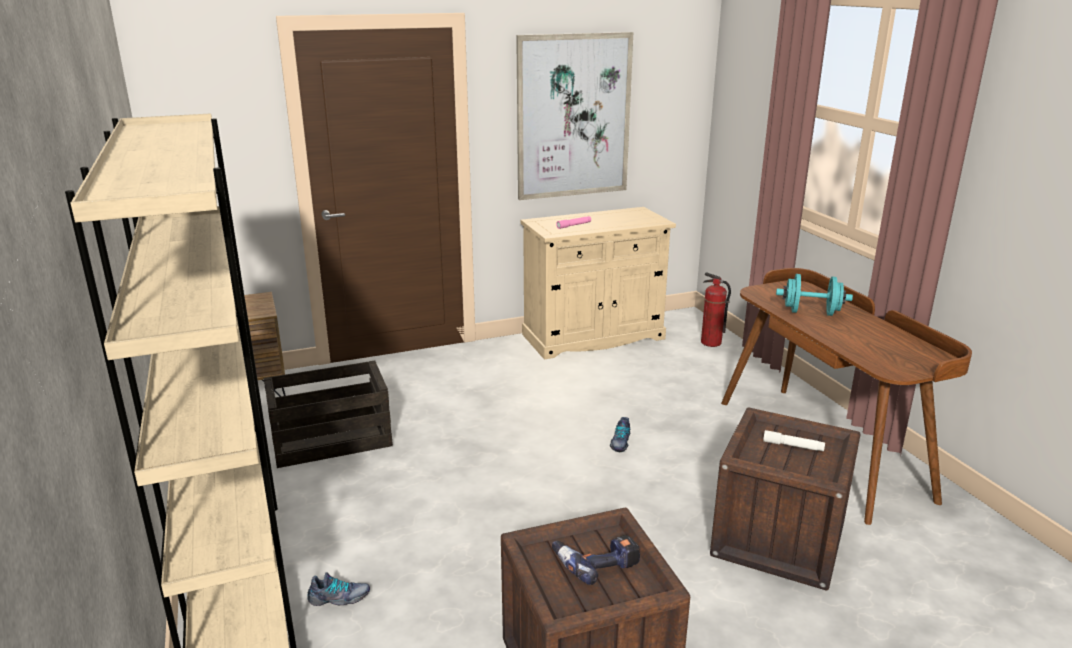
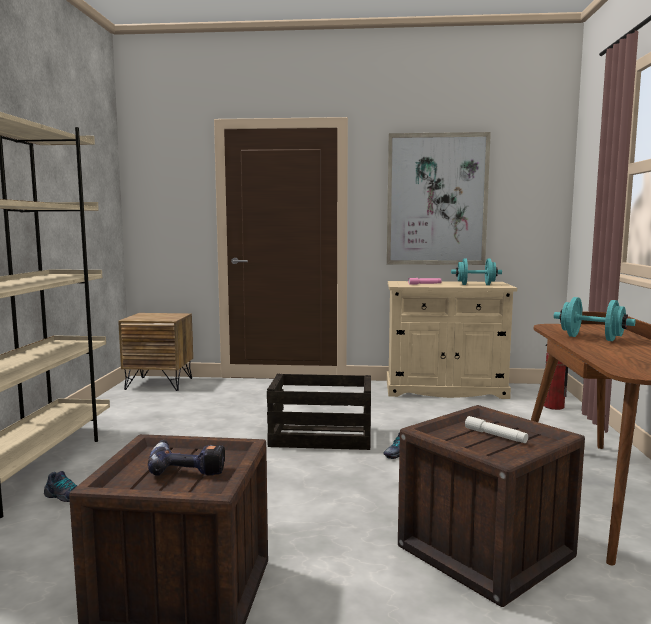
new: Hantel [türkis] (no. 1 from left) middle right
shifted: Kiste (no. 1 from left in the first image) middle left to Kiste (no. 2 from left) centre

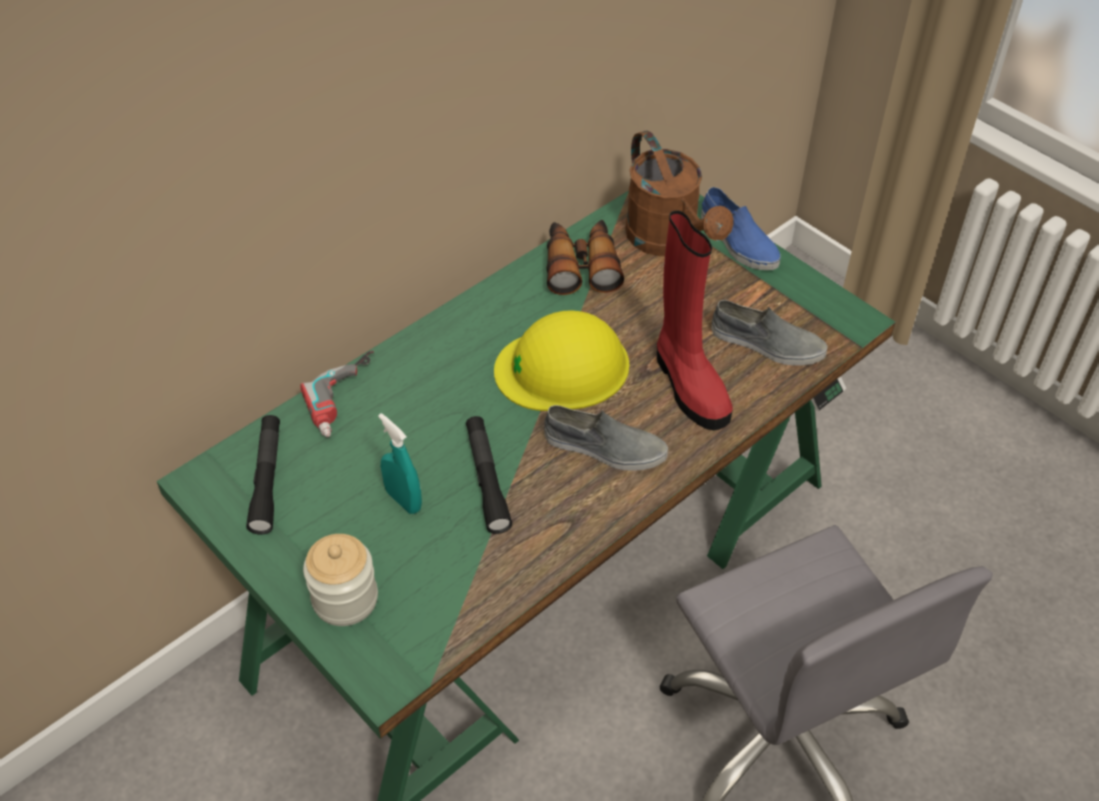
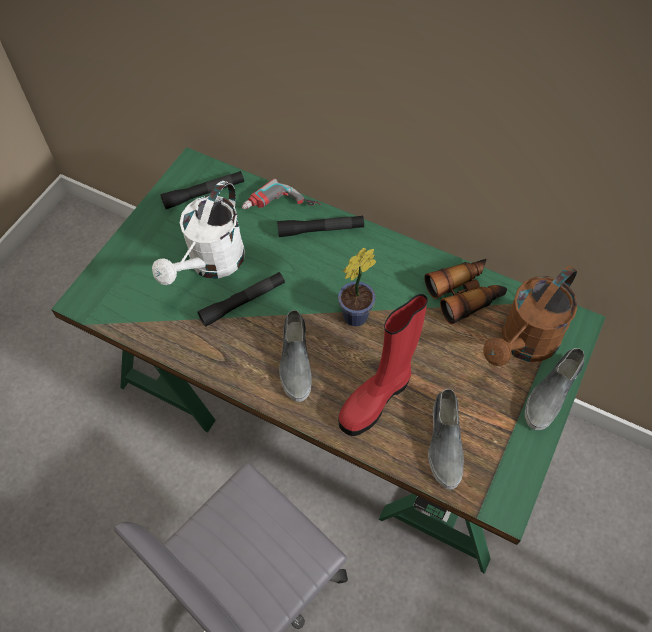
gone: Vorratsglas bottom left
new: Taschenlampe [schwarz] (no. 3 from left) centre
swapped: Sprühflasche [türkis] centre to Gießkanne [weiß] middle left; Schutzhelm [gelb] centre to Topfpflanze centre
repainted: Schuh [blau] top right to Schuh [grau] (no. 3 from left) middle right

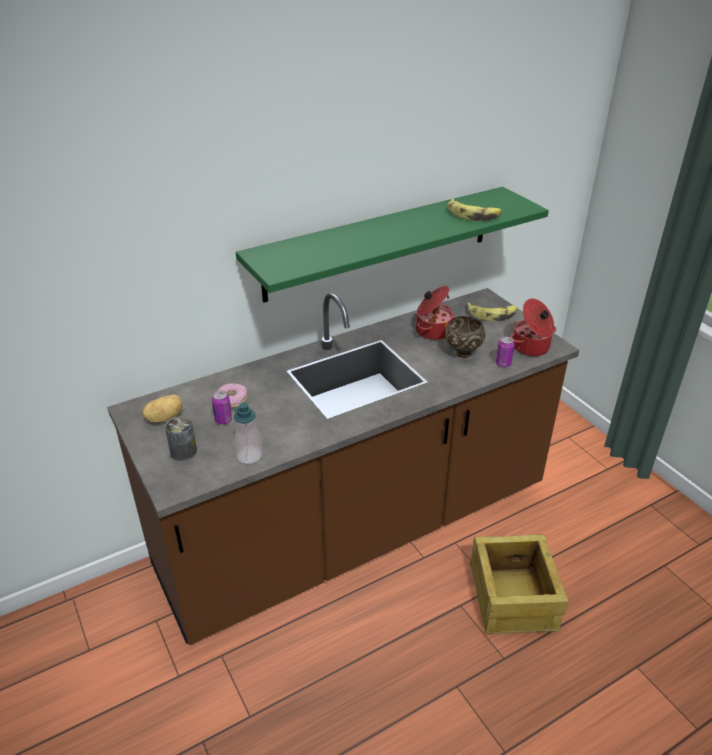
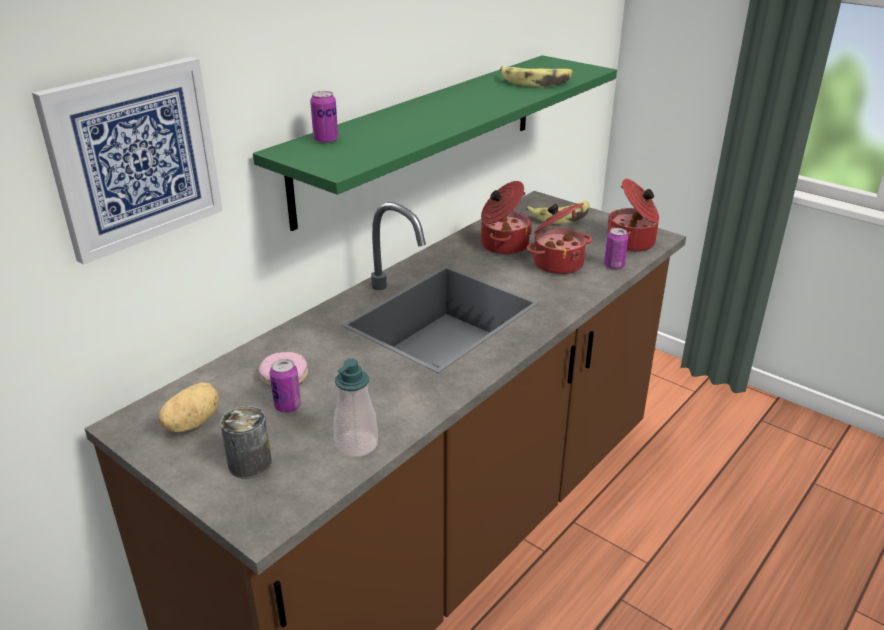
gone: Kiste bottom right
new: Bild top left; Dose (no. 3 from left) top centre
swapped: Schüssel [braun] centre to Kochtopf (no. 2 from left) centre

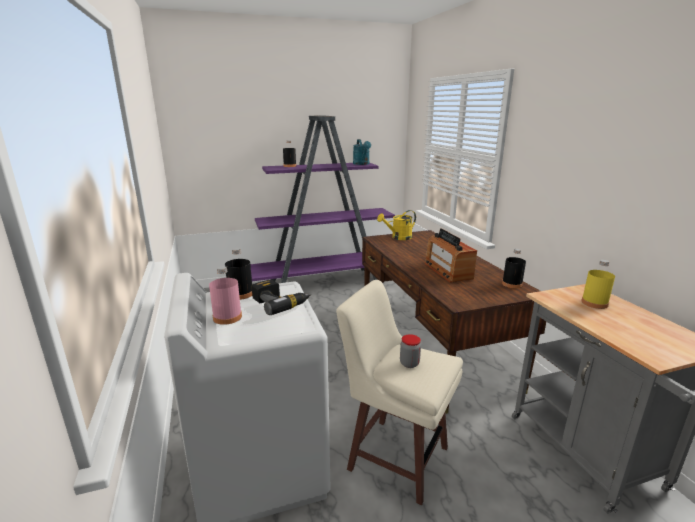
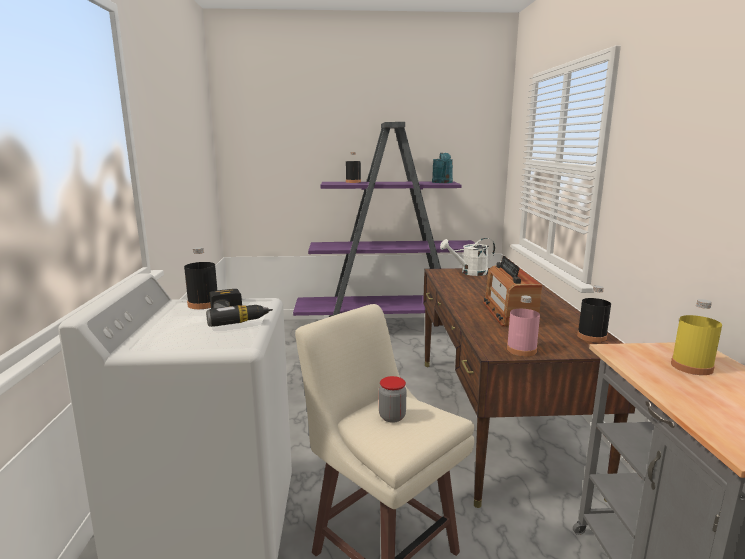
shifted: Flasche [rosa] middle left to middle right
repainted: Gießkanne [gelb] centre to Gießkanne [weiß] centre

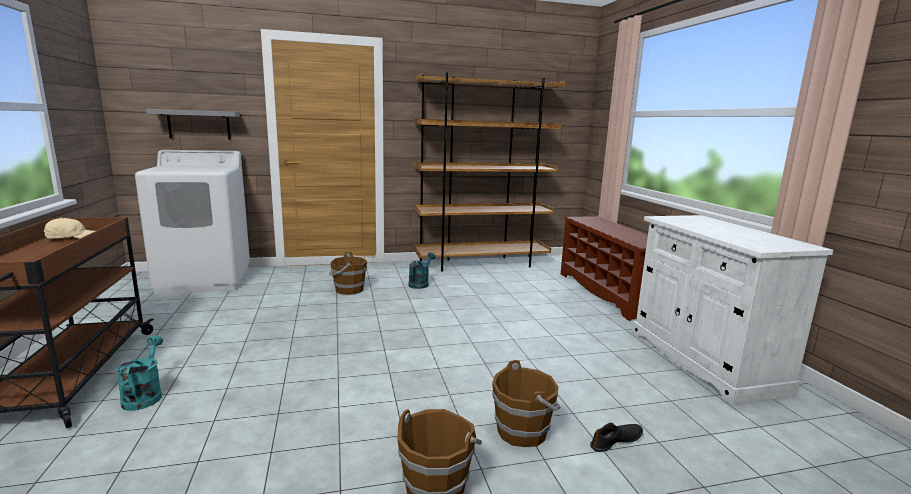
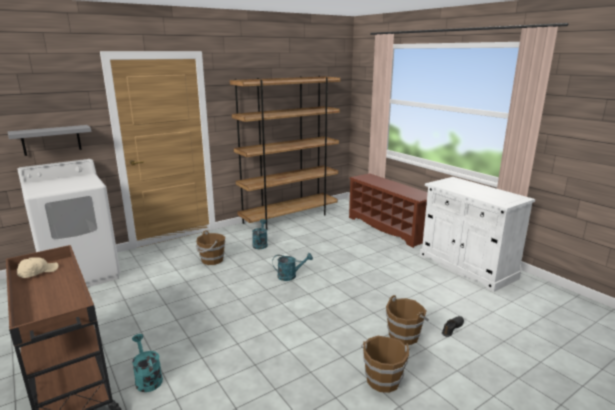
new: Gießkanne [türkis] (no. 3 from left) centre

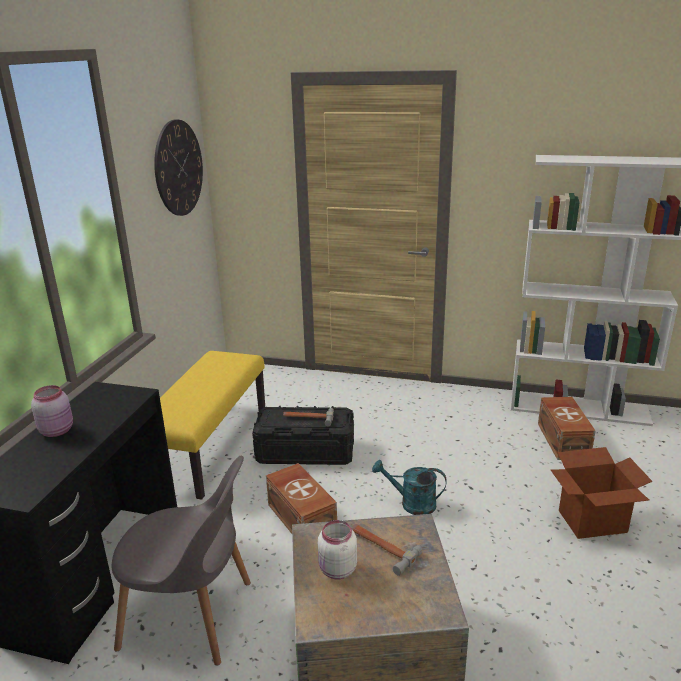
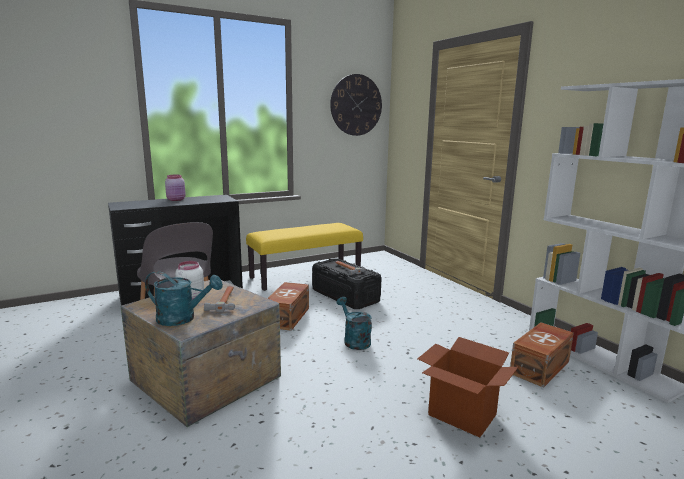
new: Gießkanne [türkis] (no. 1 from left) middle left

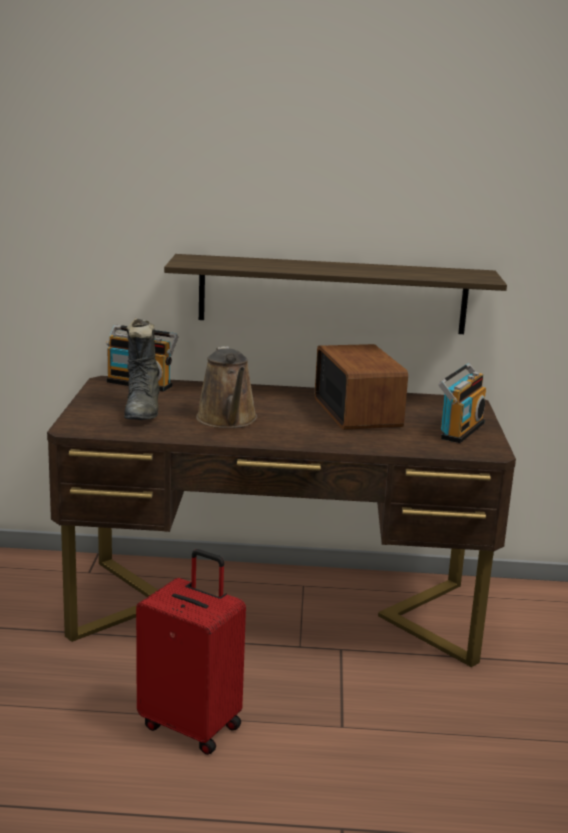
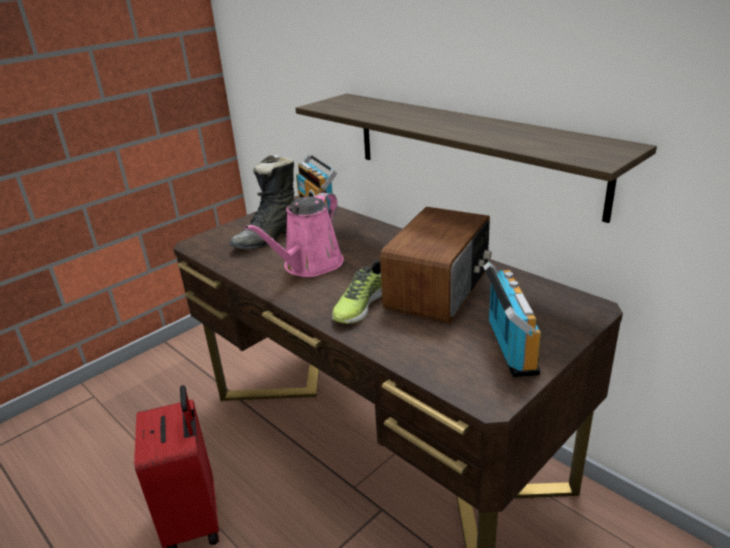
new: Schuh centre
repainted: Gießkanne [braun] centre to Gießkanne [rosa] centre
rotated: Radio (no. 3 from left) middle right = middle right 75 degrees counterclockwise

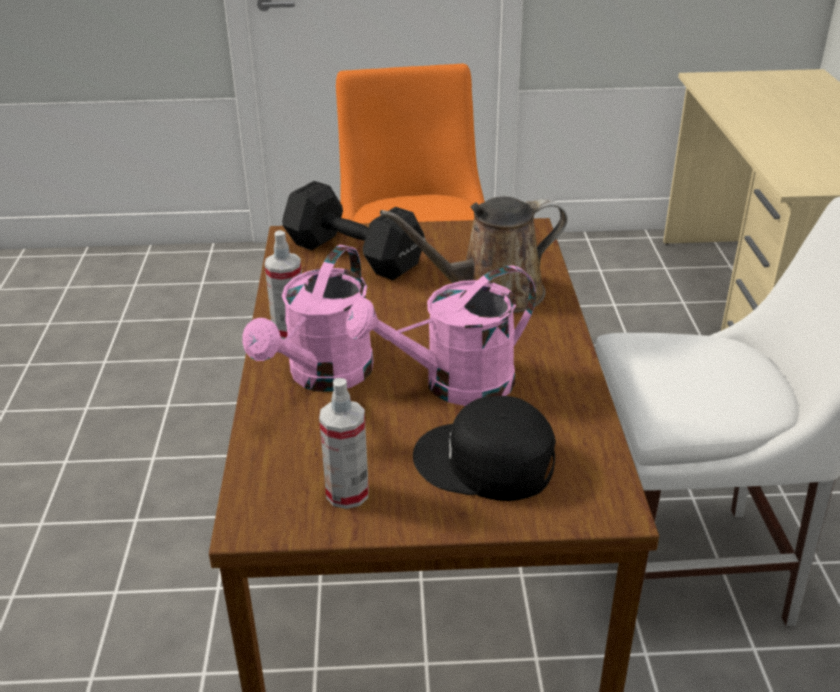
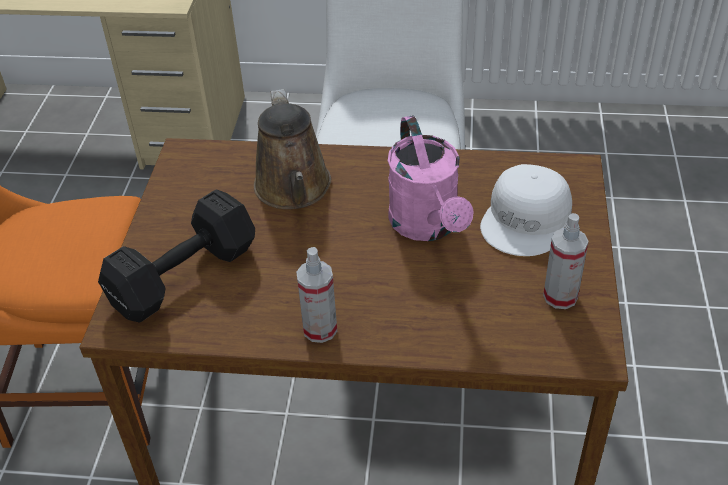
gone: Gießkanne [rosa] (no. 1 from left) centre
repainted: Kappe [schwarz] centre to Kappe [weiß] middle right

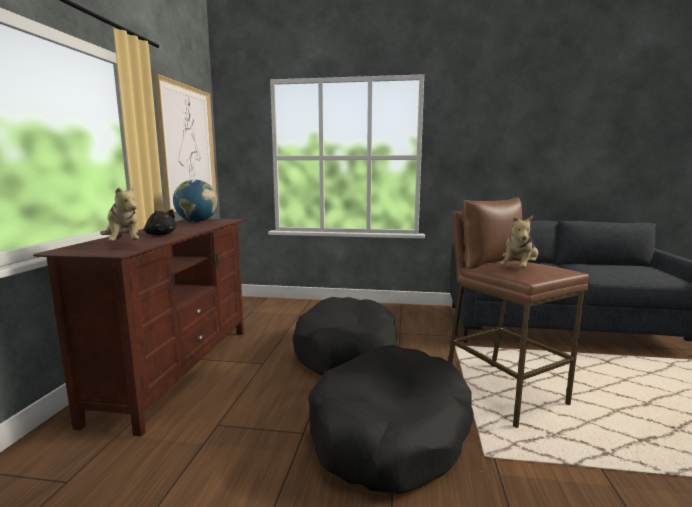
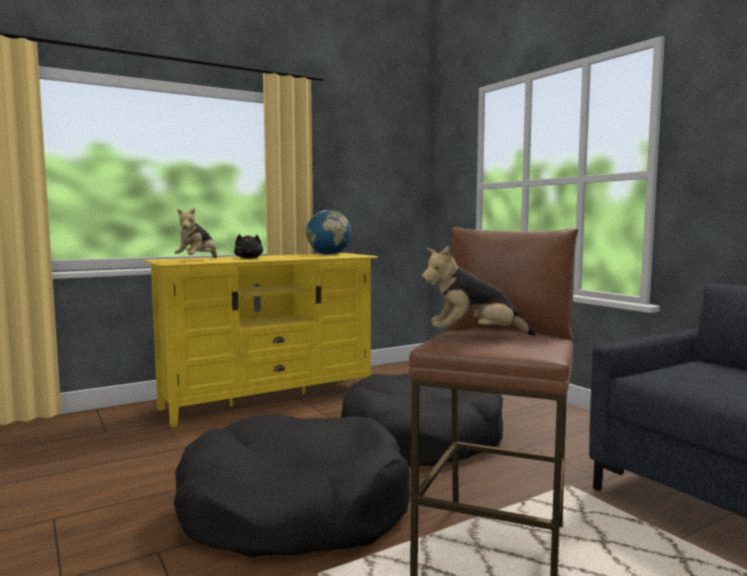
gone: Bild top left
repainted: Fernsehschrank [braun] middle left to Fernsehschrank [gelb] centre

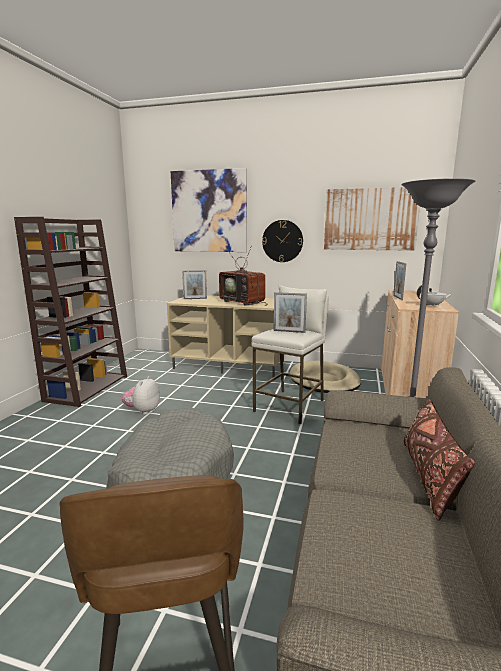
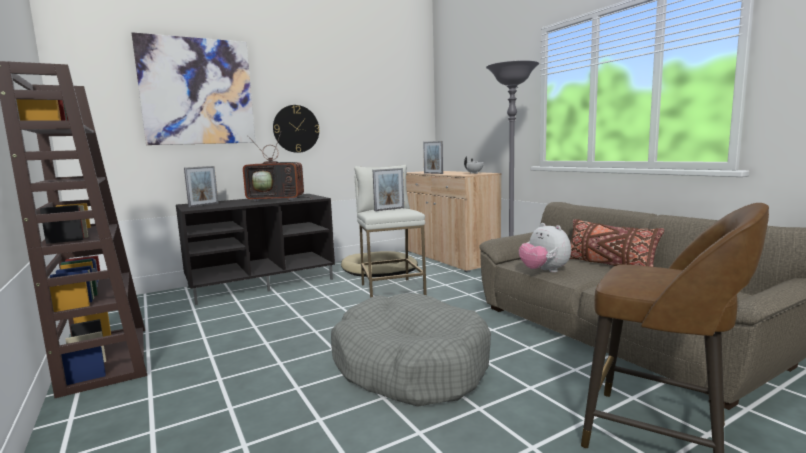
gone: Bild (no. 2 from left) top right
shifted: Plüschtier middle left to middle right
repainted: Fernsehschrank [beige] centre to Fernsehschrank [schwarz] middle left

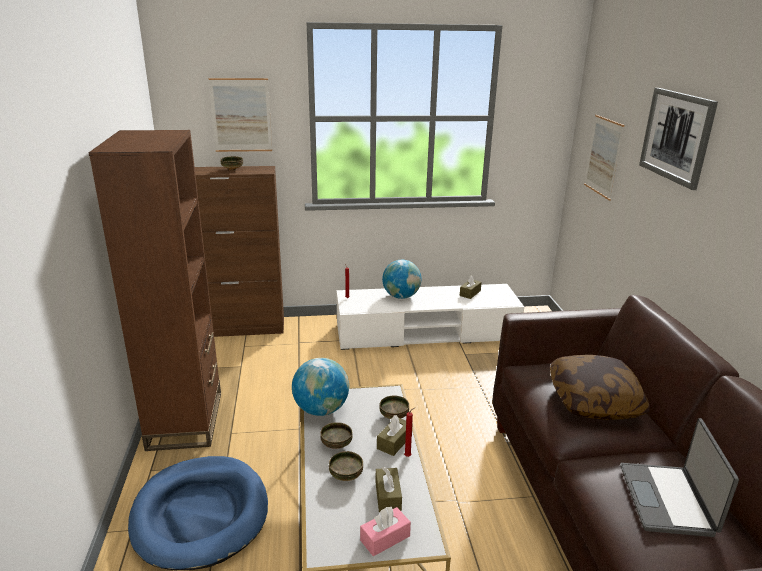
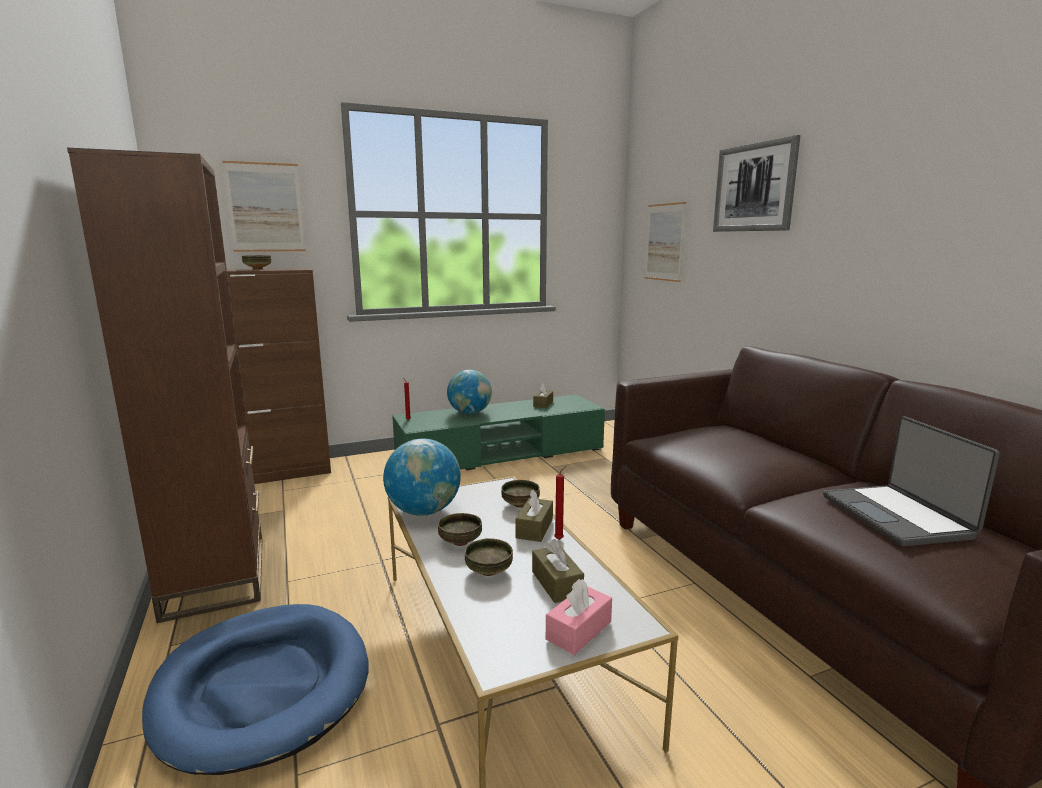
gone: Kissen bottom right
repainted: Fernsehschrank [weiß] centre to Fernsehschrank [grün] centre

